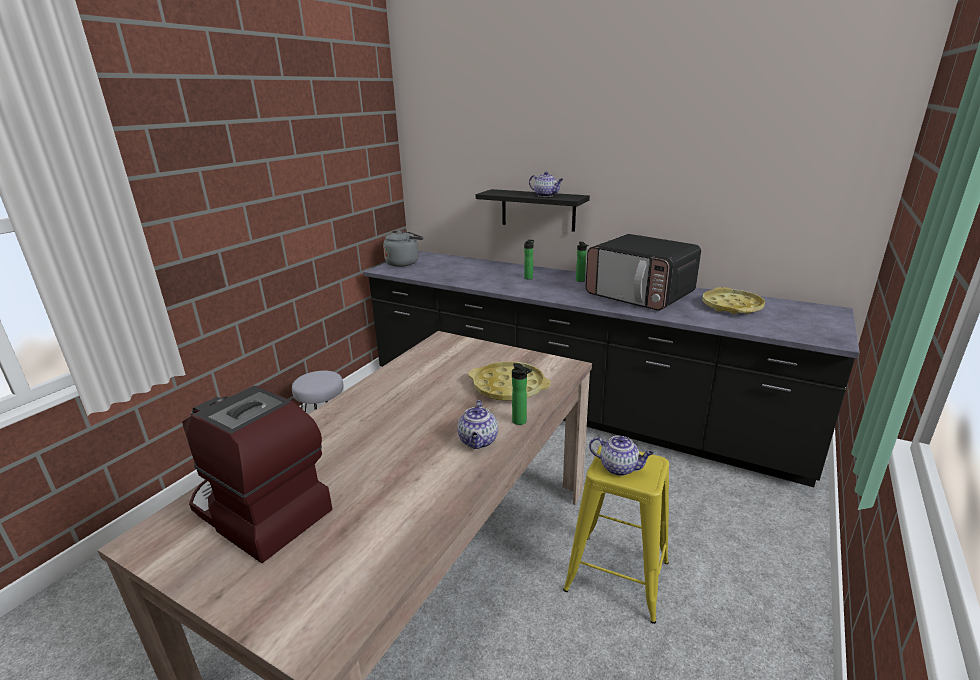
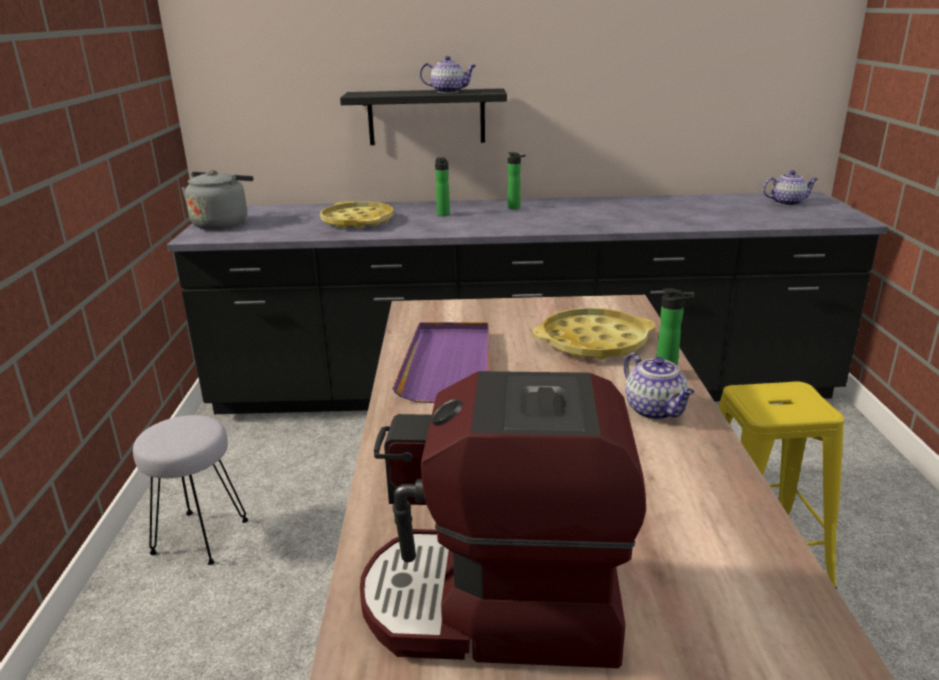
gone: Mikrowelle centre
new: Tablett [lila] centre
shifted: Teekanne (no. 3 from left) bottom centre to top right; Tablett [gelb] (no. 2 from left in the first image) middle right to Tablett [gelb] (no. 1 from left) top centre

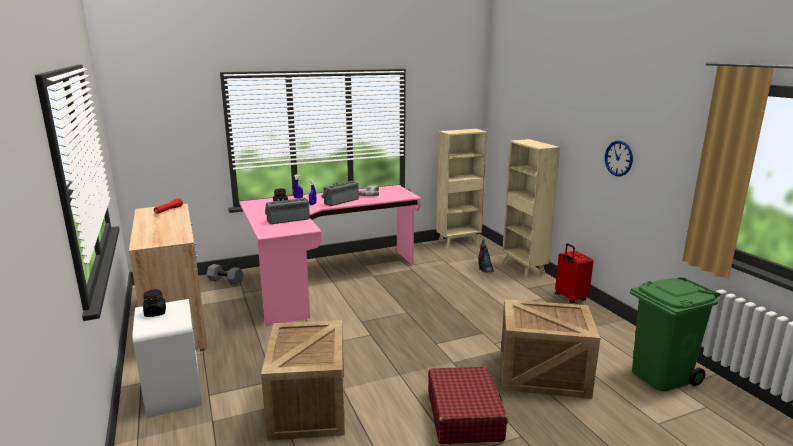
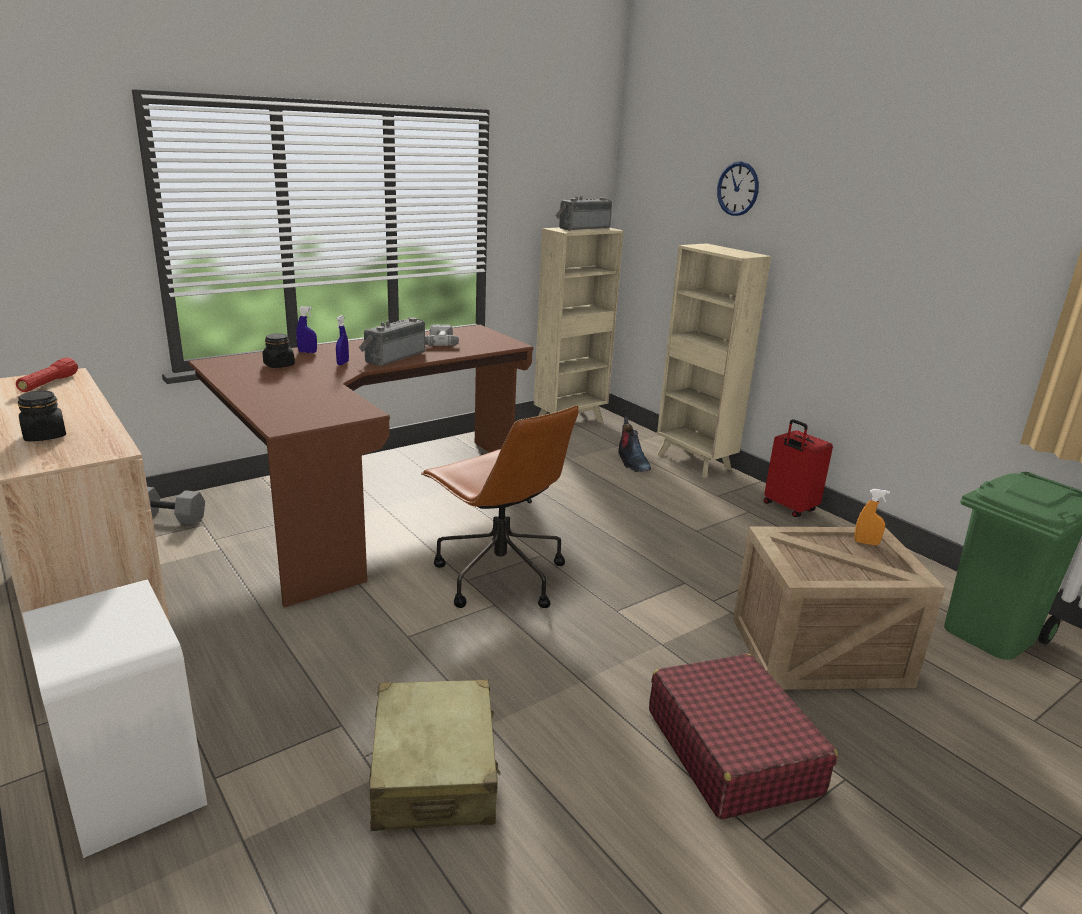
new: Bürostuhl [braun] centre; Sprühflasche [orange] middle right
shifted: Vorratsglas [schwarz] (no. 1 from left) bottom left to middle left; Radio (no. 1 from left in the first image) centre to Radio (no. 2 from left) top centre; Wanduhr middle right to top right
swapped: Kiste (no. 1 from left) bottom centre to Koffer [beige] bottom centre
repainted: Schreibtisch [rosa] centre to Schreibtisch [braun] centre

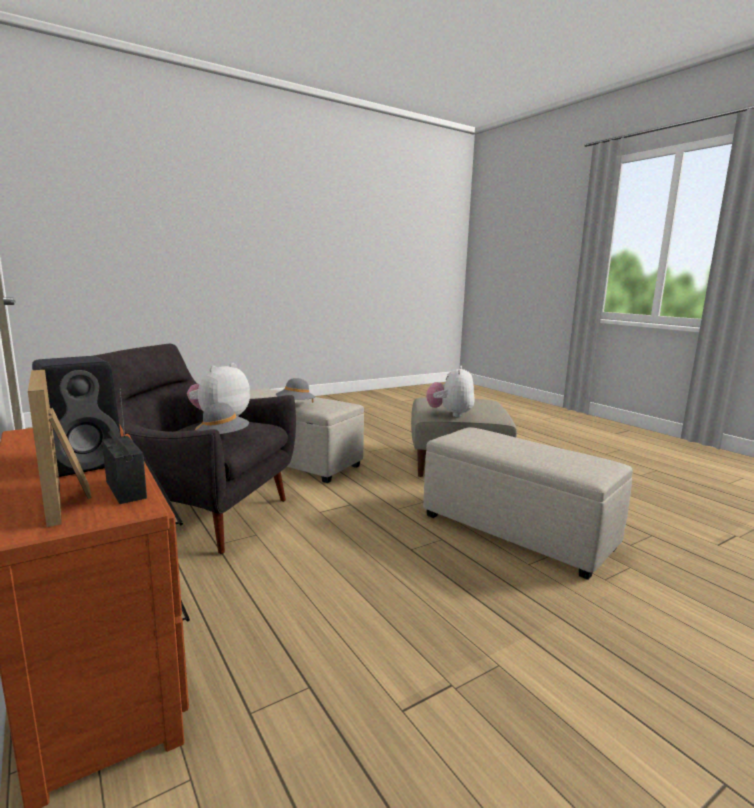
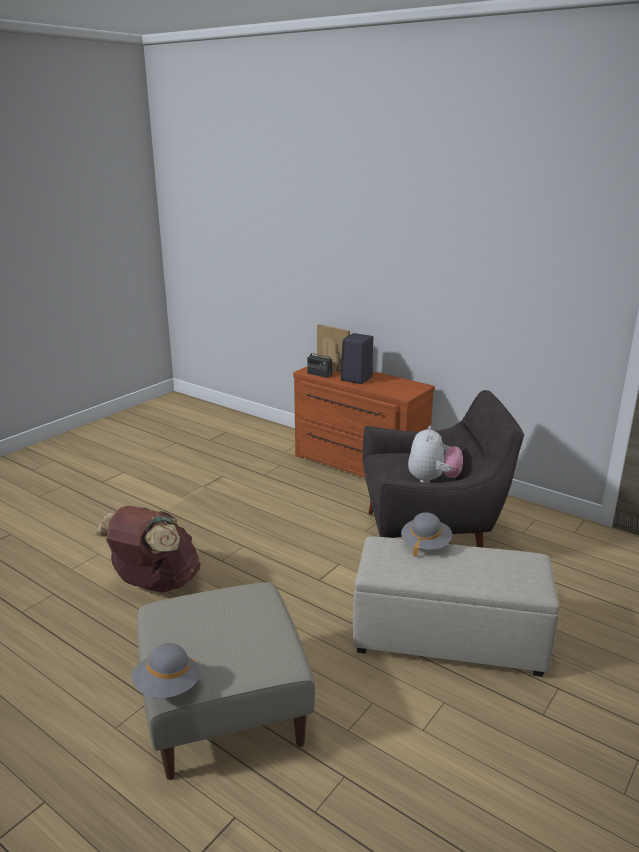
gone: Plüschtier (no. 2 from left) centre
shifted: Hut [grau] (no. 1 from left) middle left to bottom left
swapped: Polsterhocker [beige] (no. 3 from left) middle right to Rucksack [braun] middle left

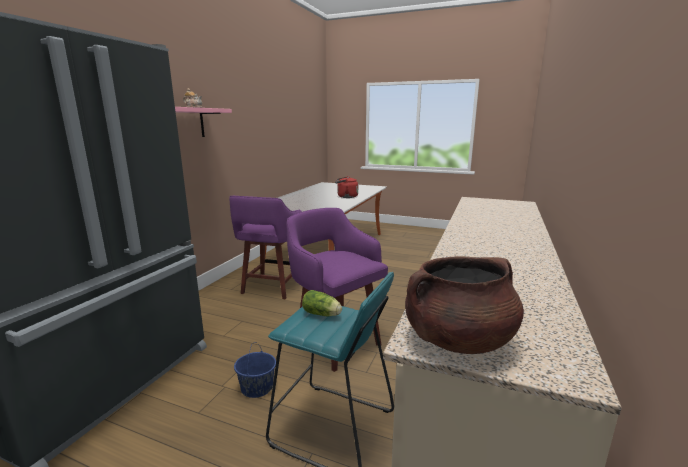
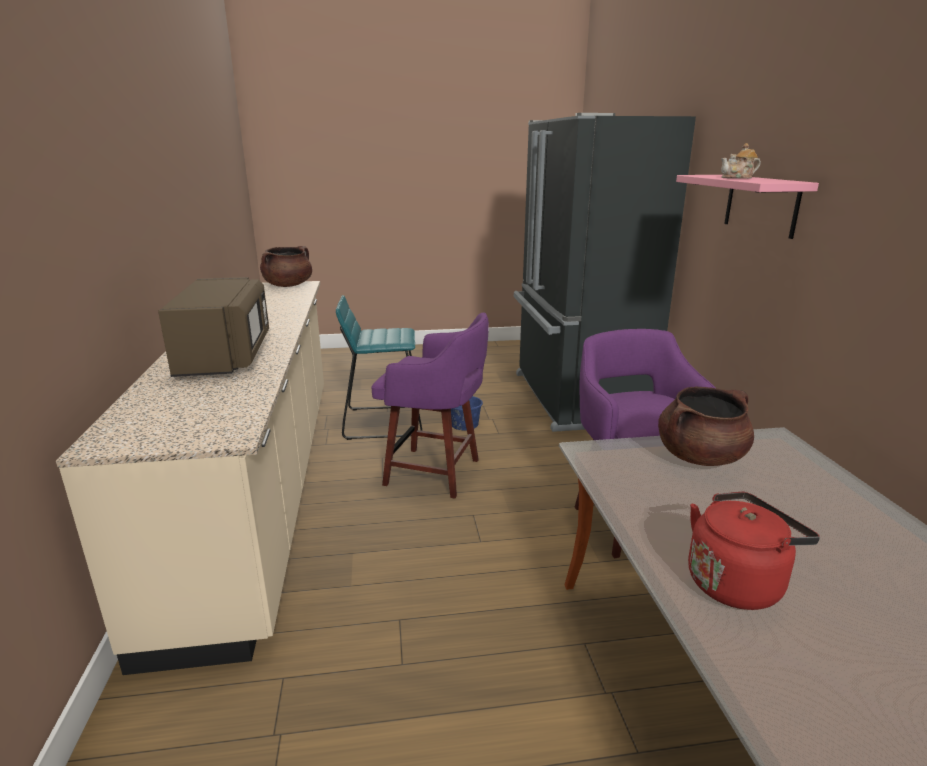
gone: Salatkopf centre
new: Mikrowelle [braun] middle left; Kochtopf [braun] (no. 2 from left) middle right

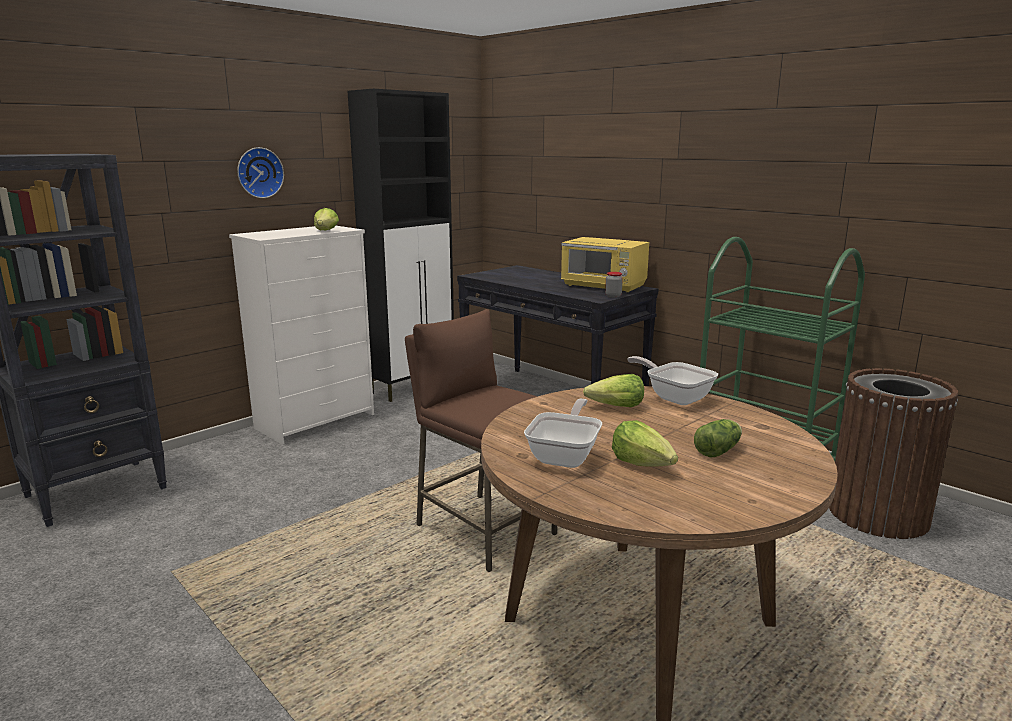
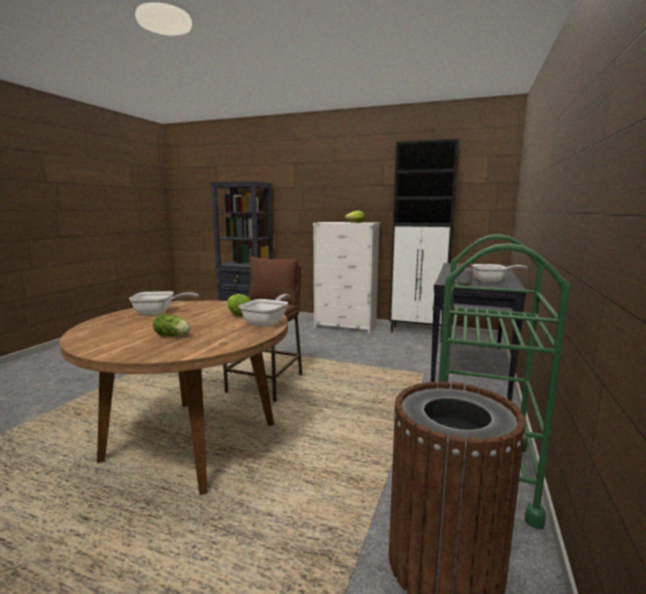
gone: Wanduhr top left; Salatkopf (no. 3 from left) centre
swapped: Mikrowelle [gelb] centre to Pfanne (no. 3 from left) middle right

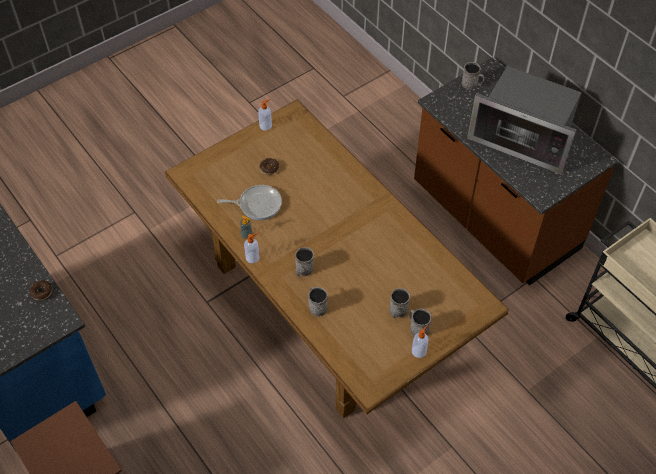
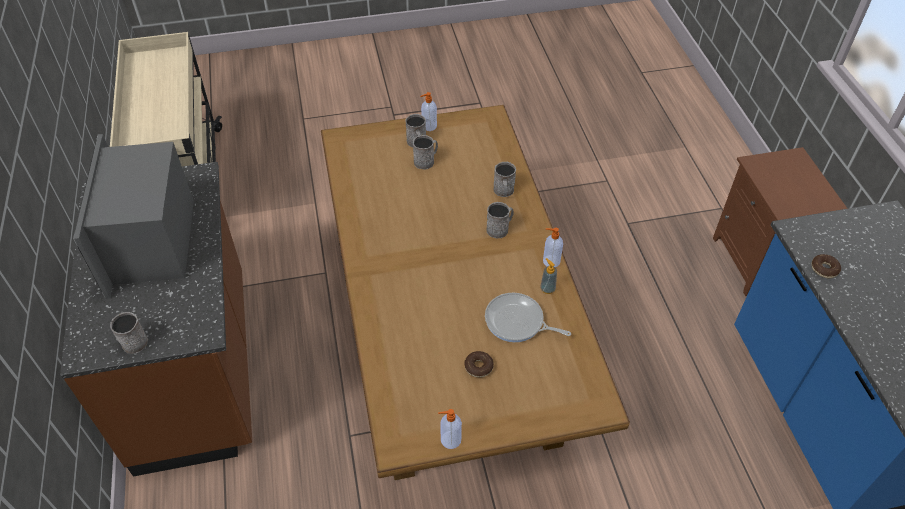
rotated: Mikrowelle top right = middle left 150 degrees counterclockwise

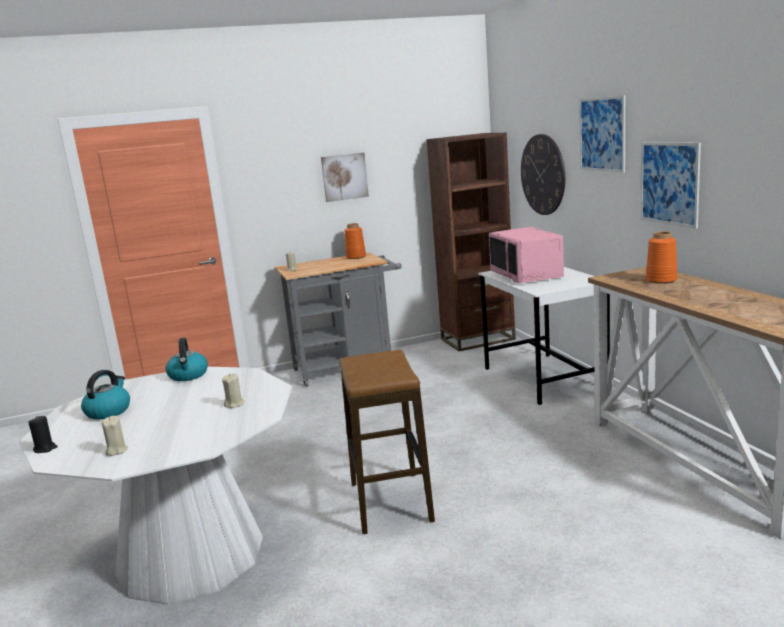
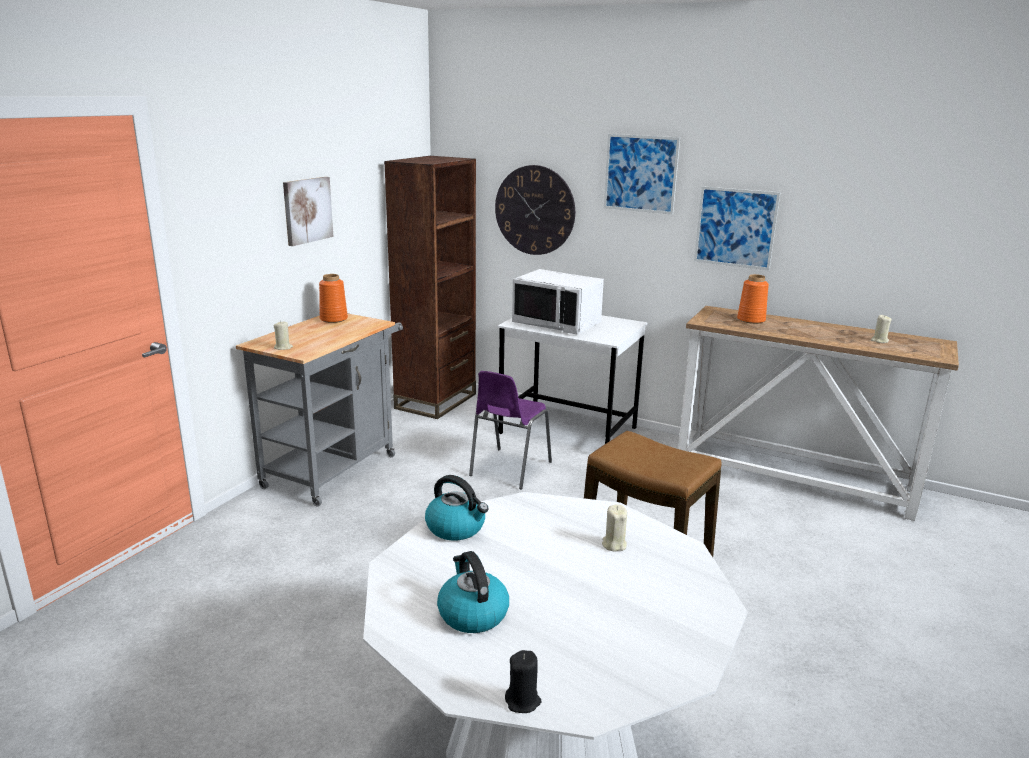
new: Stuhl [lila] centre
shifted: Kerze [beige] (no. 1 from left in the first image) bottom left to Kerze [beige] (no. 3 from left) middle right
repainted: Mikrowelle [rosa] middle right to Mikrowelle [weiß] centre

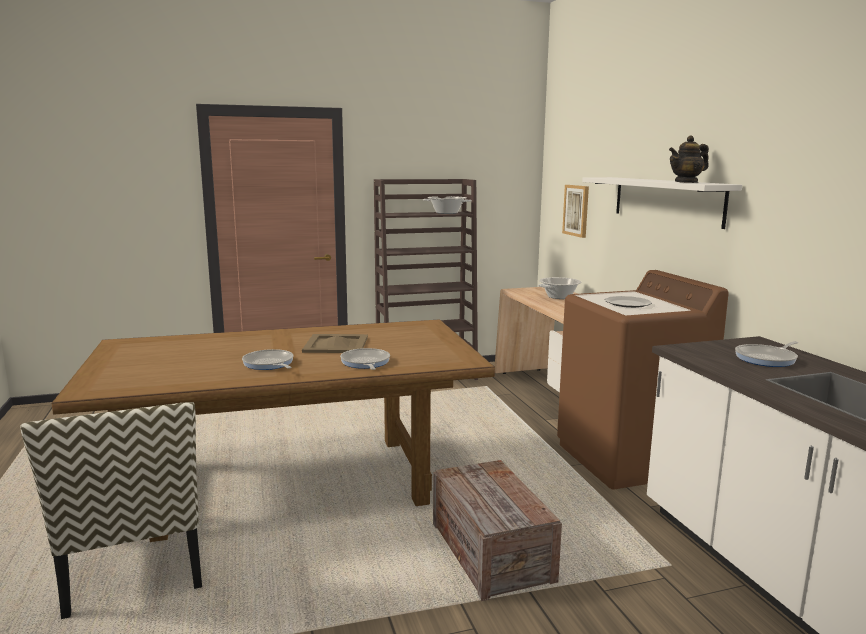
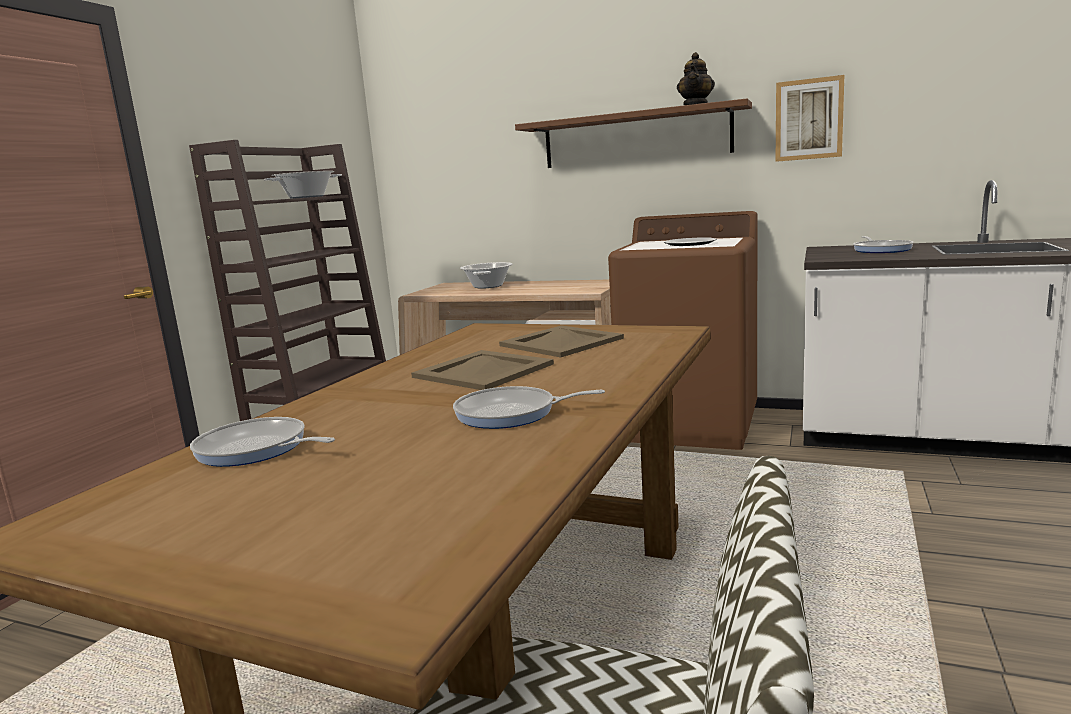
gone: Kiste bottom centre
new: Tablett [beige] (no. 2 from left) centre
shifted: Pfanne (no. 2 from left in the first image) centre to Pfanne (no. 1 from left) middle left; Bild top centre to top right
repainted: Wandregal [weiß] top right to Wandregal [braun] top centre

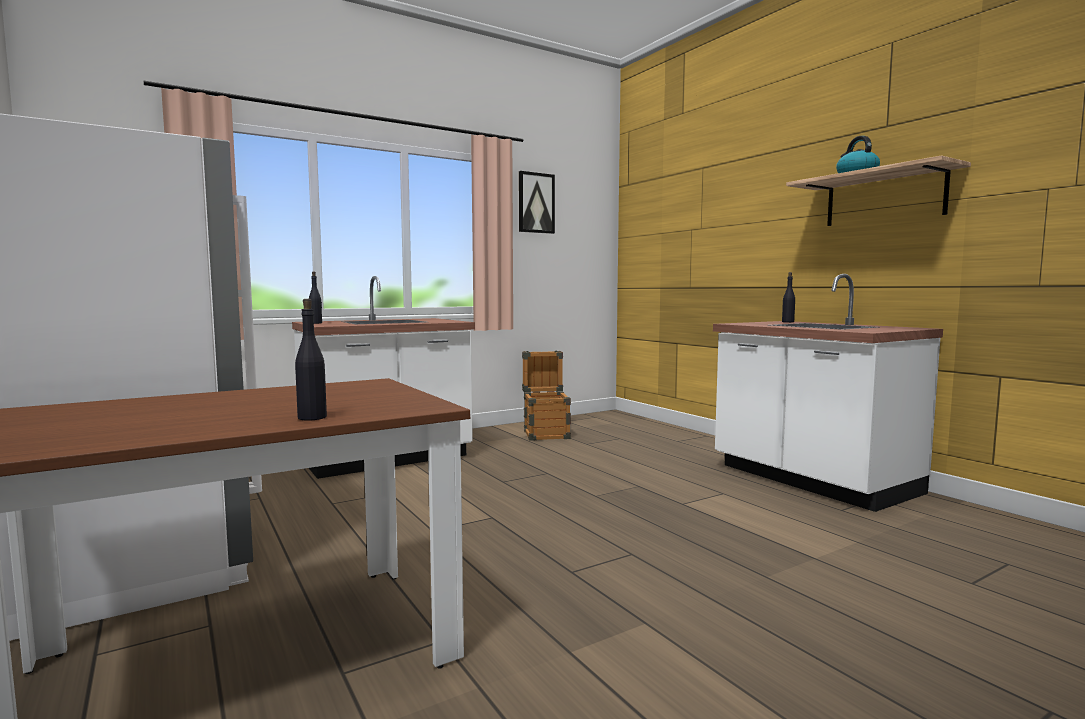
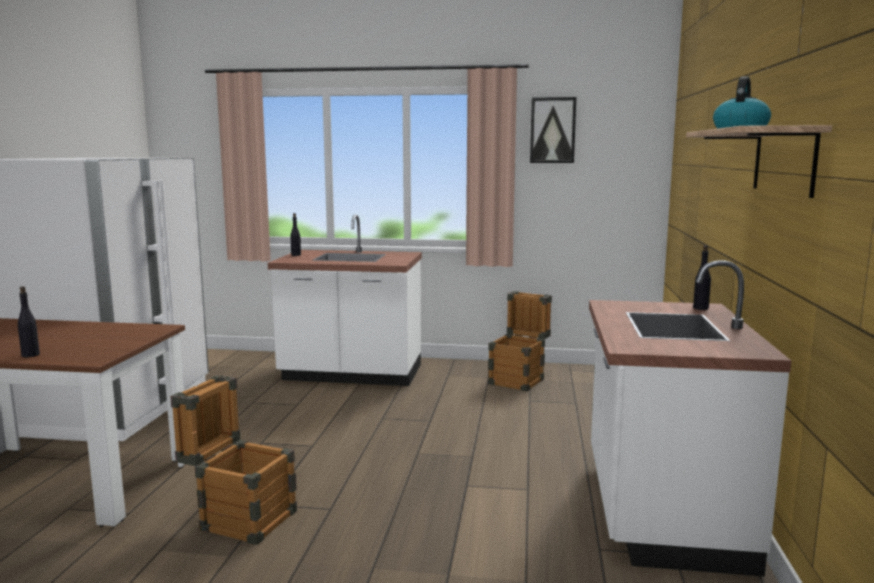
new: Kiste (no. 1 from left) bottom left

